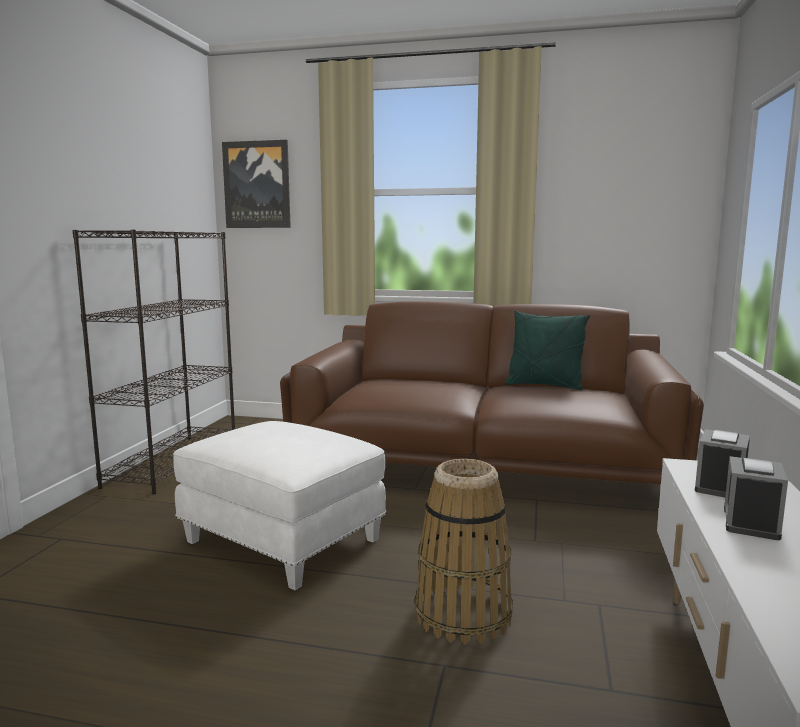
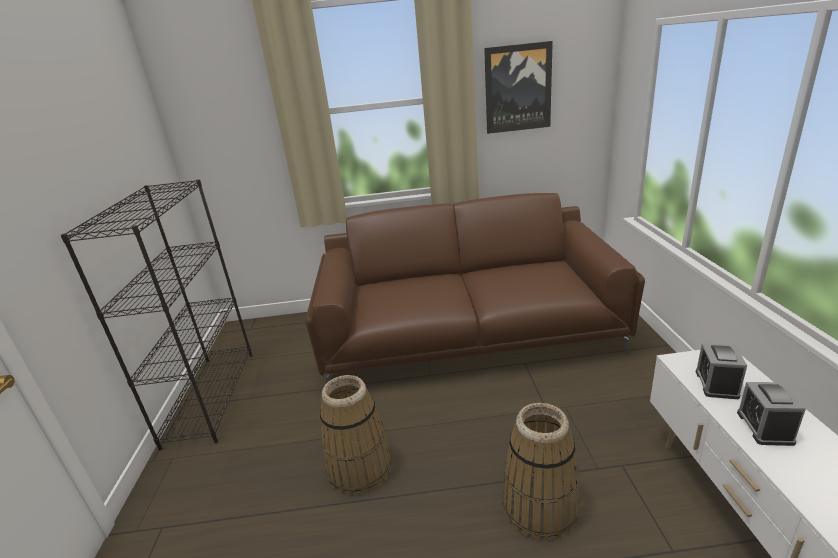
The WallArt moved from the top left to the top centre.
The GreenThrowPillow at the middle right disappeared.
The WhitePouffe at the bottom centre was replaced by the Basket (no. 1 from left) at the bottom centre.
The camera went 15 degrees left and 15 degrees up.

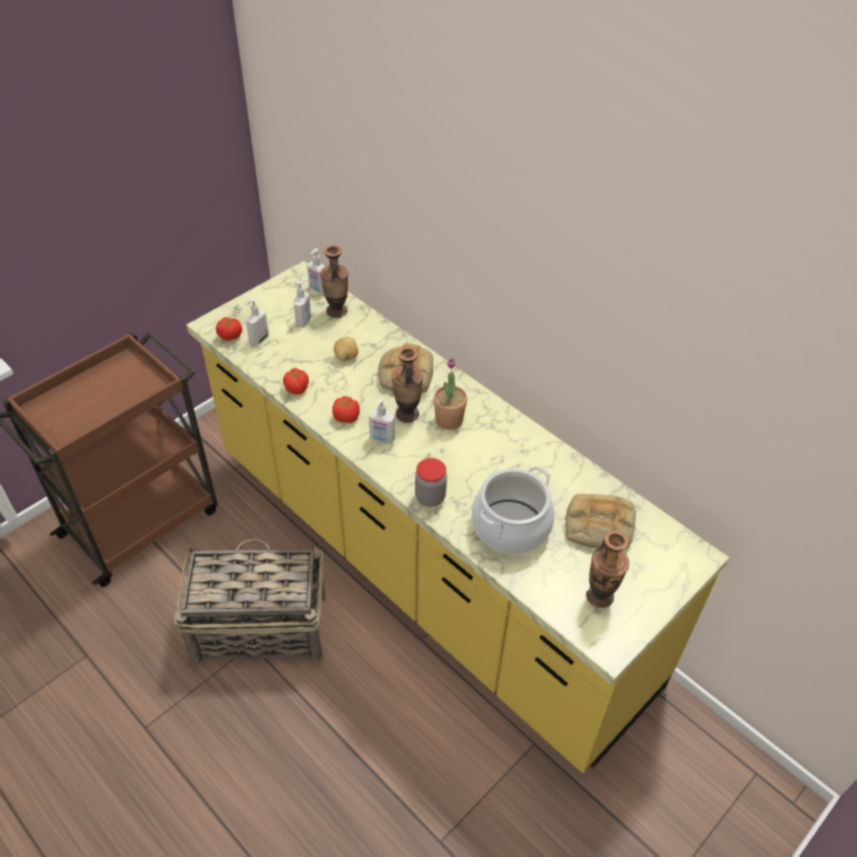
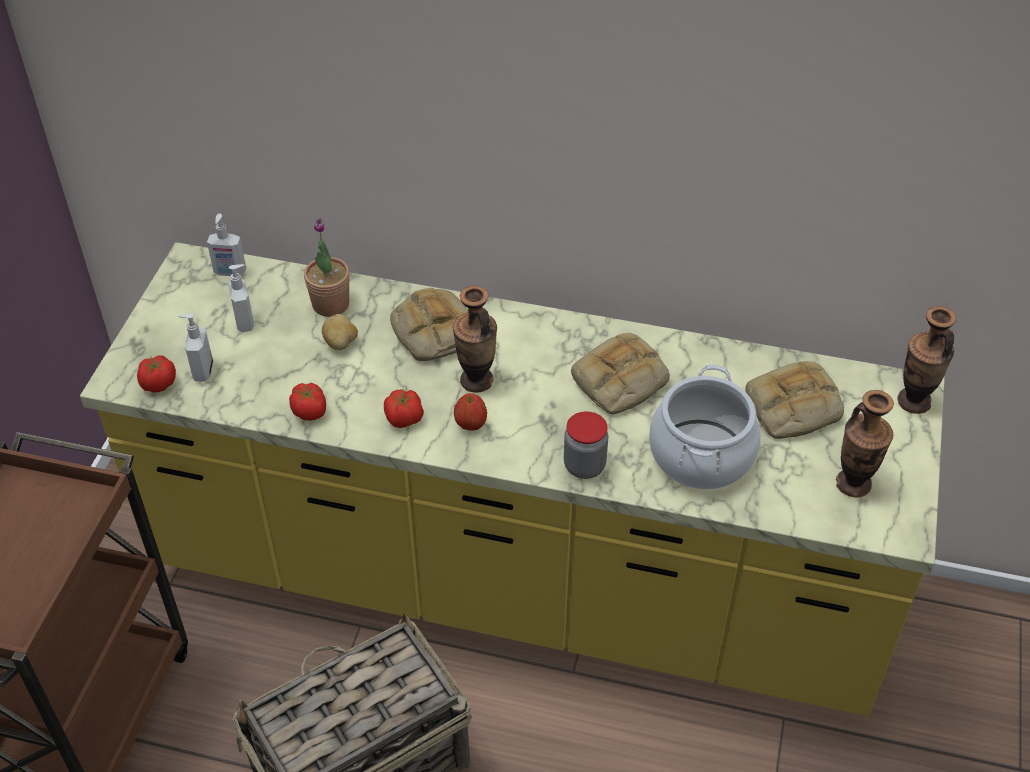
The DecorativeVase (no. 1 from left in the first image) moved from the top centre to the middle right.
The PottedPlant moved from the centre to the middle left.
The SoapBottle (no. 4 from left) at the centre was replaced by the WholeApple at the centre.
The BakedBread (no. 2 from left) at the centre appeared.
The camera went 30 degrees left and 0 degrees up.

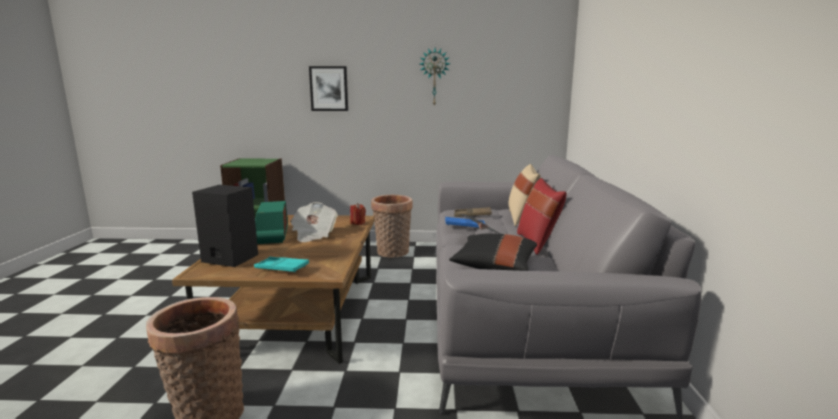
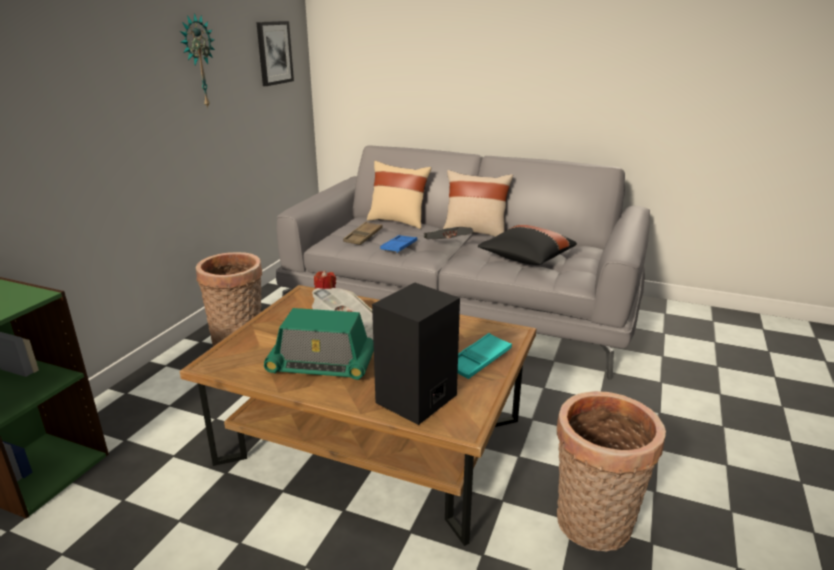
The WallArt moved from the top centre to the top left.
The RedThrowPillow at the centre became the BeigeThrowPillow (no. 2 from left) at the centre.
The camera went 70 degrees left and 10 degrees up.

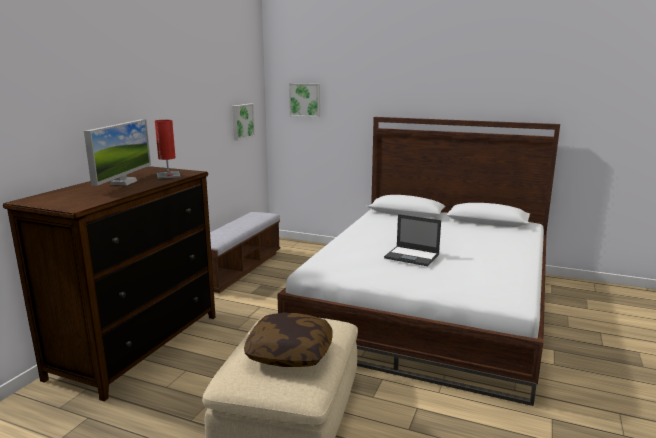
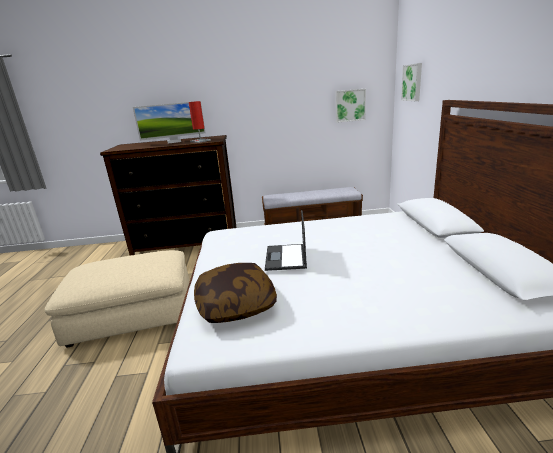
The ThrowPillow moved from the bottom centre to the centre.
The camera went 65 degrees right and 5 degrees up.

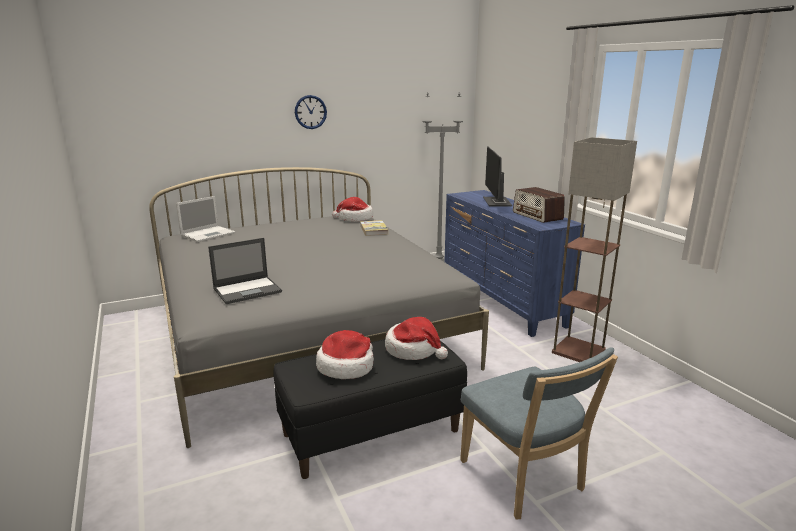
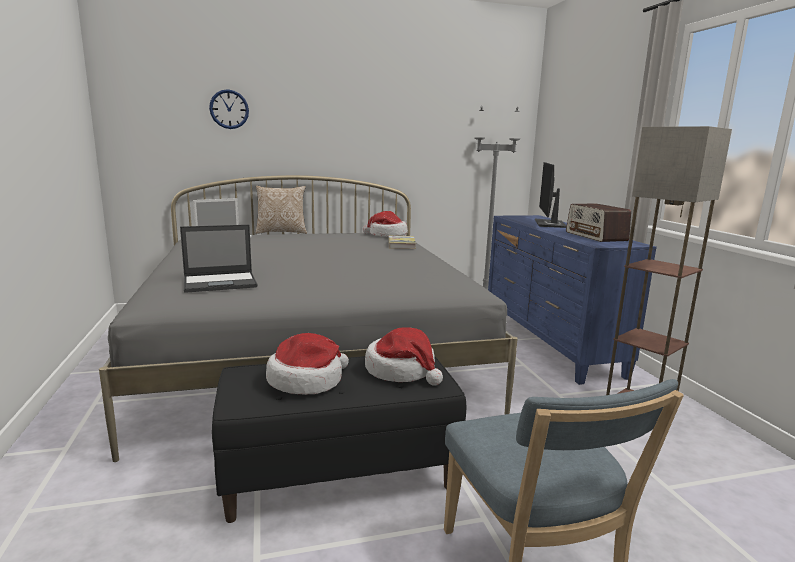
The ClockOnTheWall moved from the top centre to the top left.
The ThrowPillow at the centre appeared.
The camera went 10 degrees right and 5 degrees down.

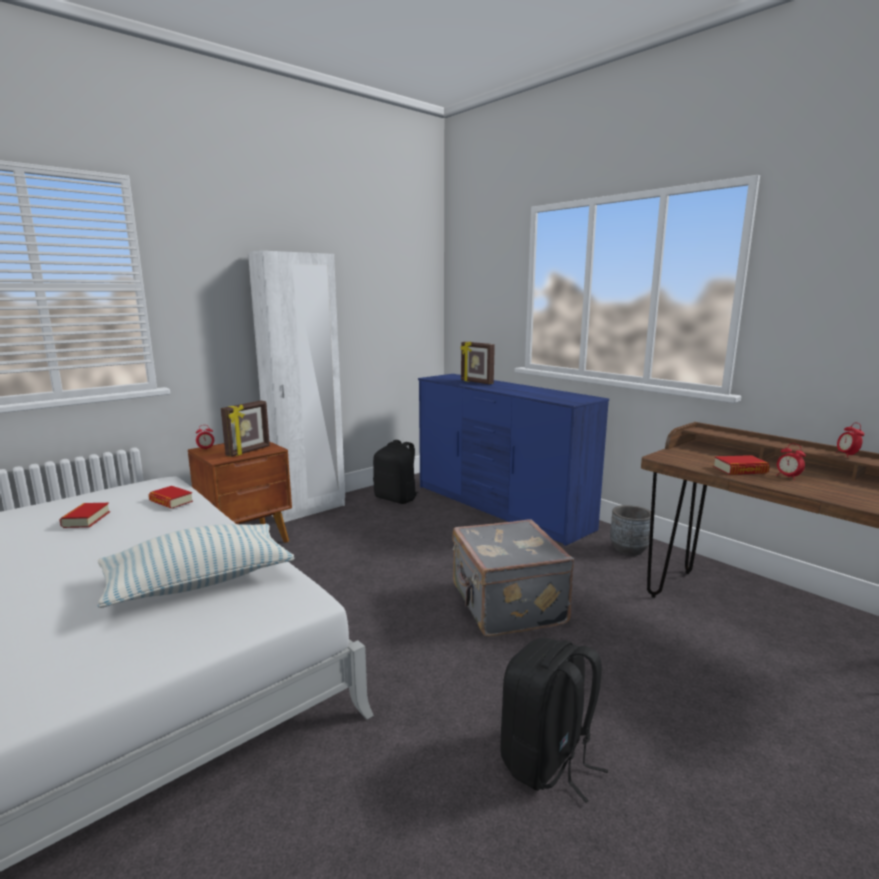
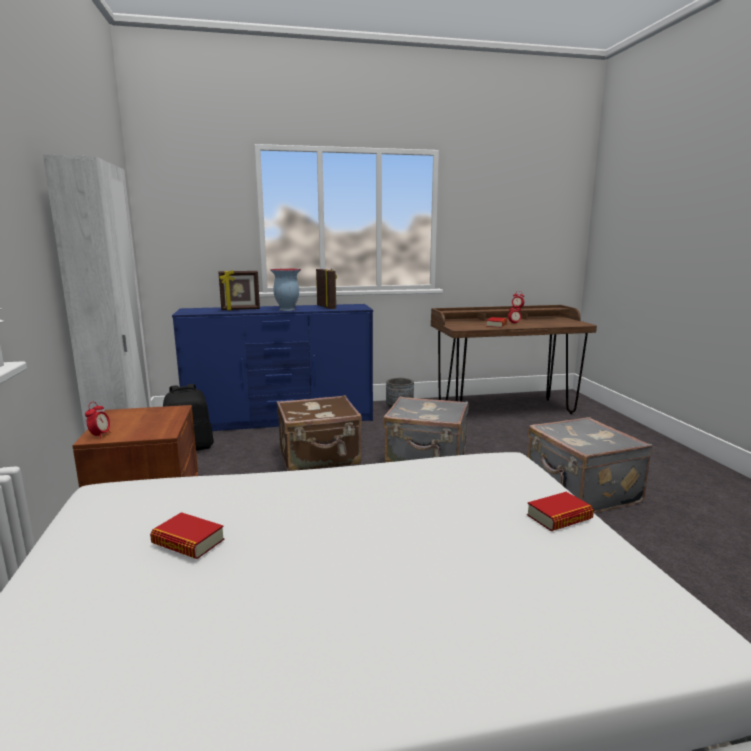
The StandingFrame (no. 1 from left in the first image) moved from the middle left to the centre.
The BoundBook (no. 2 from left in the first image) moved from the middle left to the bottom right.
The ThrowPillow at the middle left disappeared.
The BlackKnapsack (no. 2 from left) at the bottom centre was replaced by the GreySuitcase (no. 2 from left) at the middle right.
The DecorativeVase at the centre appeared.
The BrownishSuitcase at the centre appeared.
The camera went 60 degrees left and 0 degrees up.

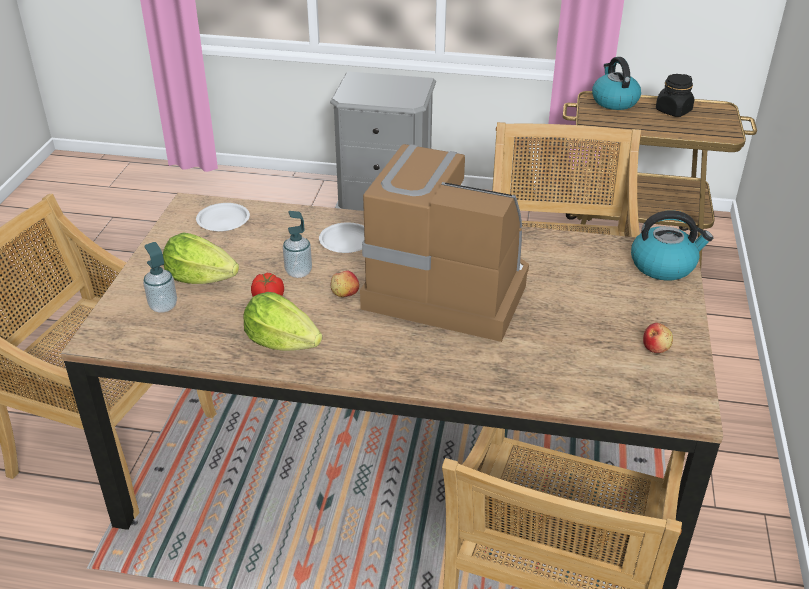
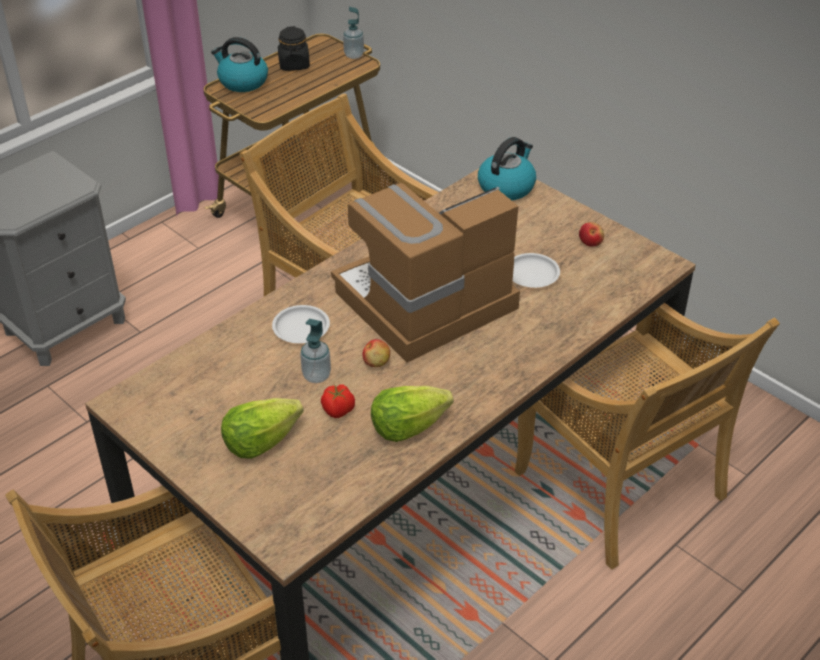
The WhiteDinnerPlate (no. 1 from left in the first image) moved from the middle left to the centre.
The SoapBottle (no. 1 from left in the first image) moved from the middle left to the top centre.
The camera went 55 degrees left and 5 degrees up.

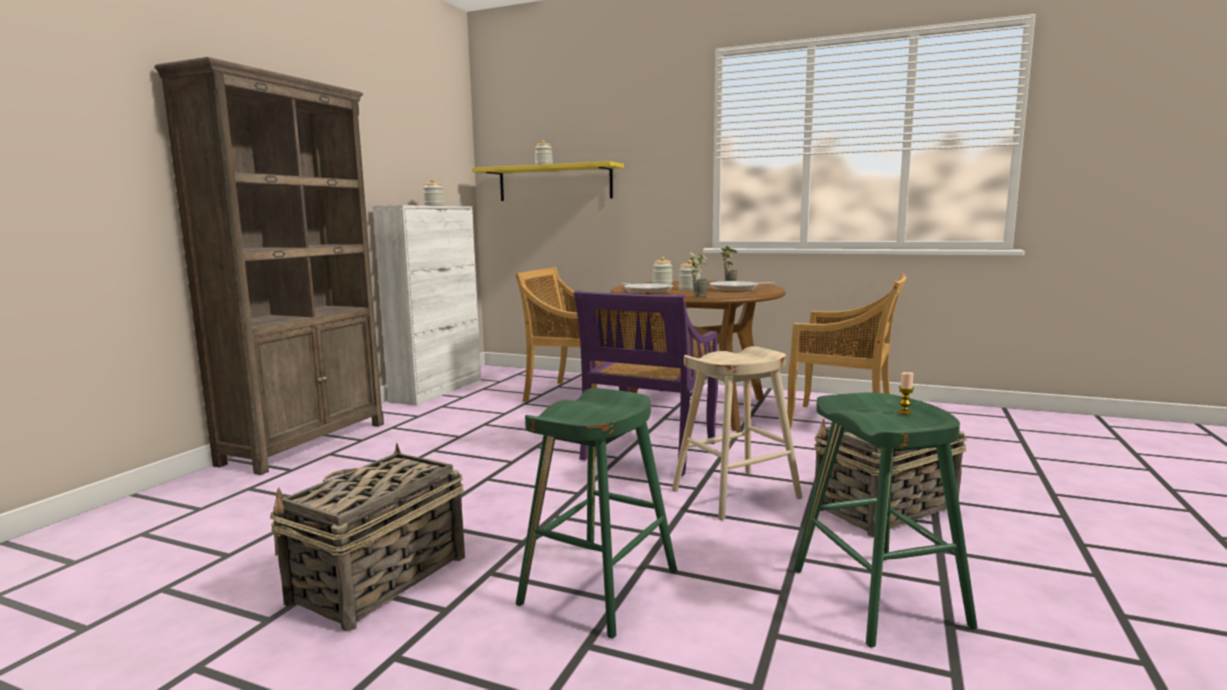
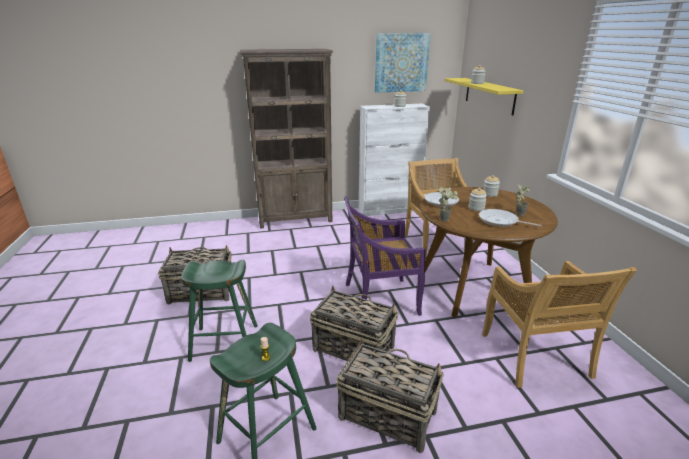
The BeigeStoolSeat at the centre was replaced by the Basket (no. 2 from left) at the bottom centre.
The WallArt at the top centre appeared.
The camera went 55 degrees right and 15 degrees up.

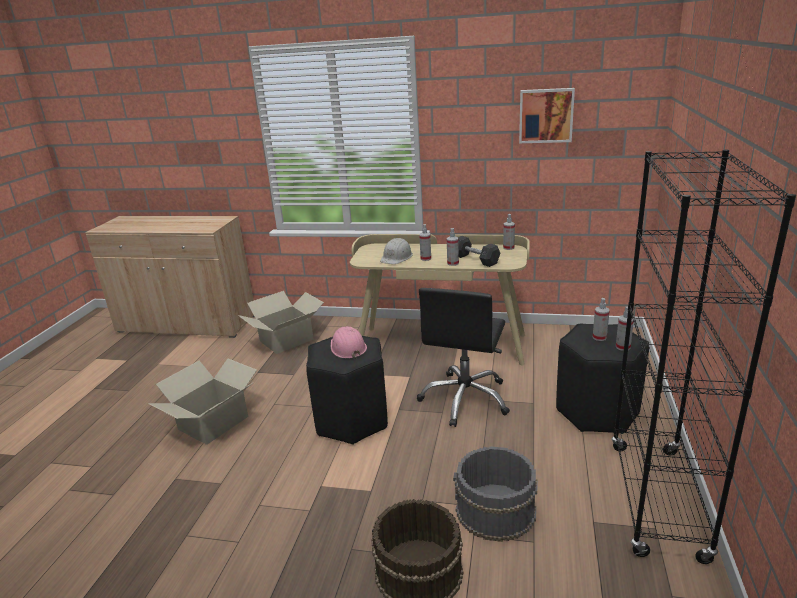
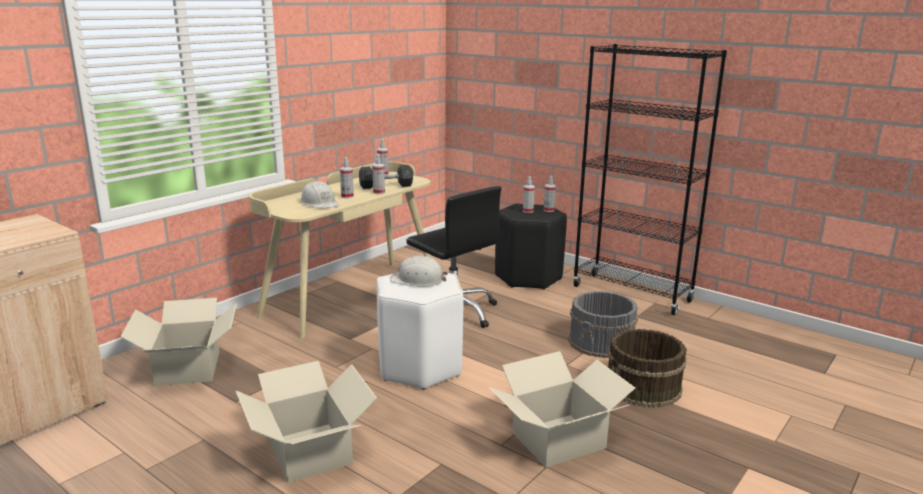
The WallArt at the top right disappeared.
The PinkColouredWorkHelmet at the centre became the WhiteWorkHelmet (no. 2 from left) at the centre.
The BlackStoolSeat (no. 1 from left) at the centre became the WhiteStoolSeat at the bottom centre.
The Carton (no. 3 from left) at the bottom centre appeared.
The camera went 65 degrees left and 5 degrees down.

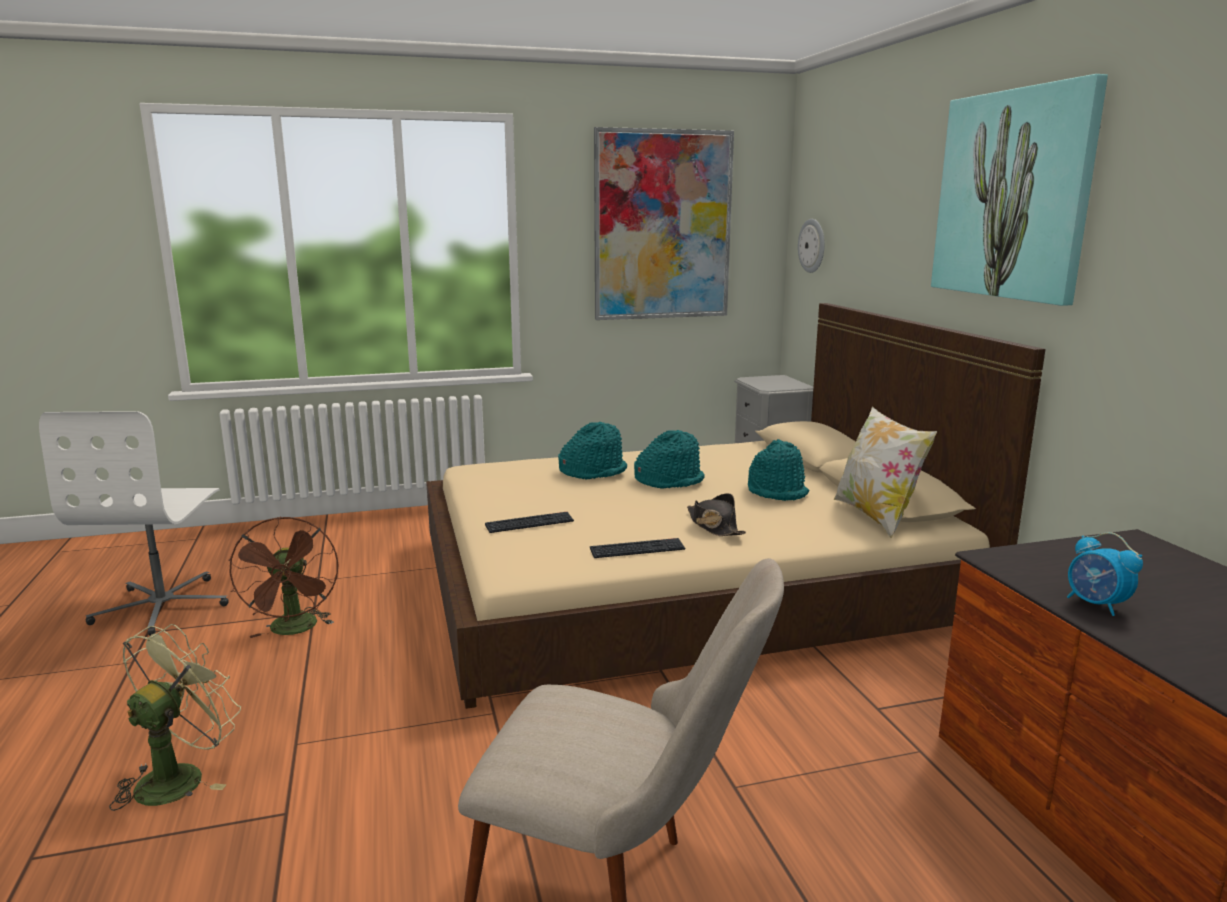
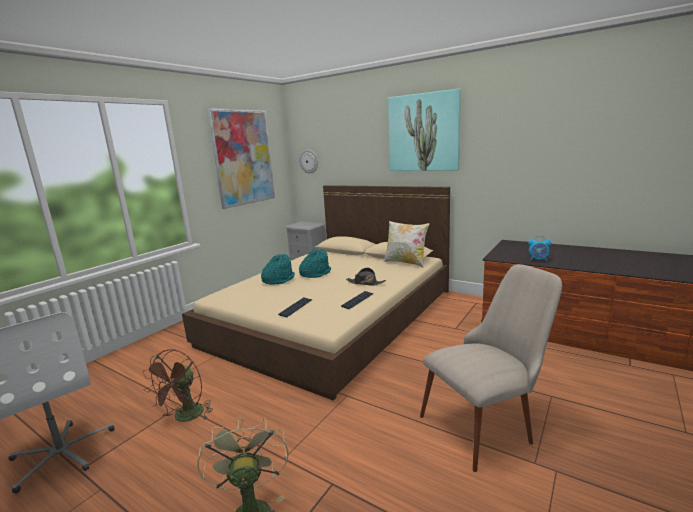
The TurquoiseColouredWearableHat (no. 3 from left) at the centre disappeared.
The BrownishFan at the middle left turned 75 degrees clockwise.
The camera went 40 degrees left and 0 degrees up.

